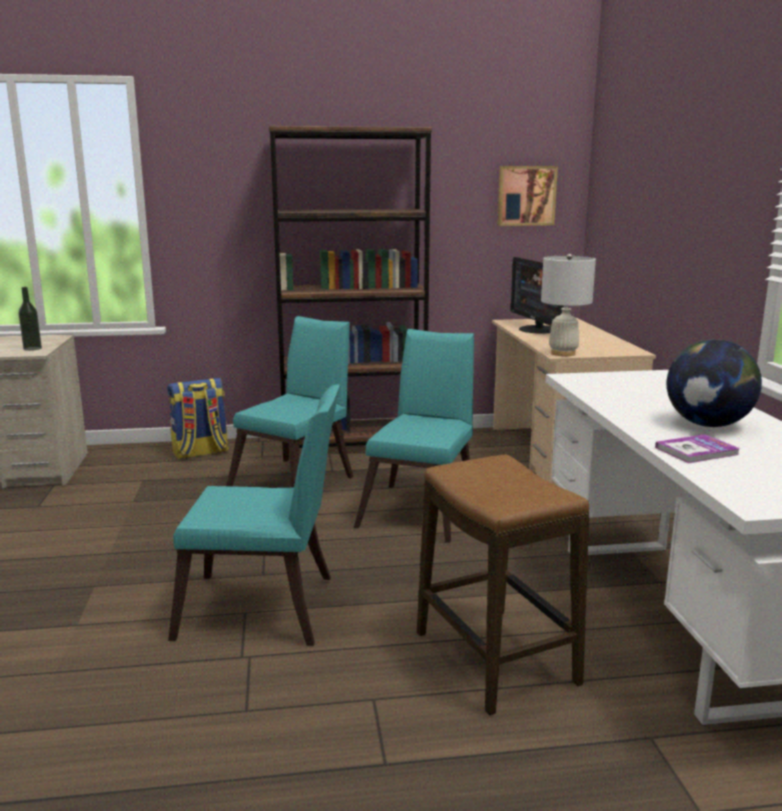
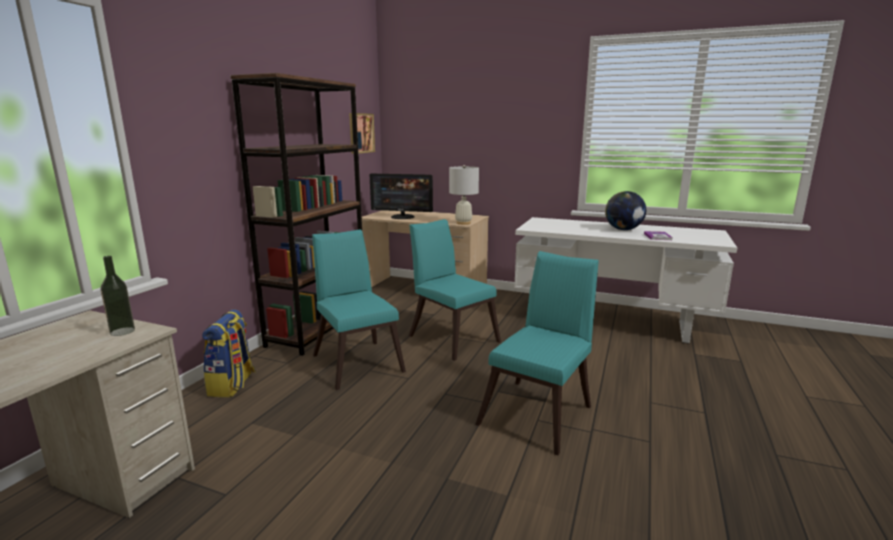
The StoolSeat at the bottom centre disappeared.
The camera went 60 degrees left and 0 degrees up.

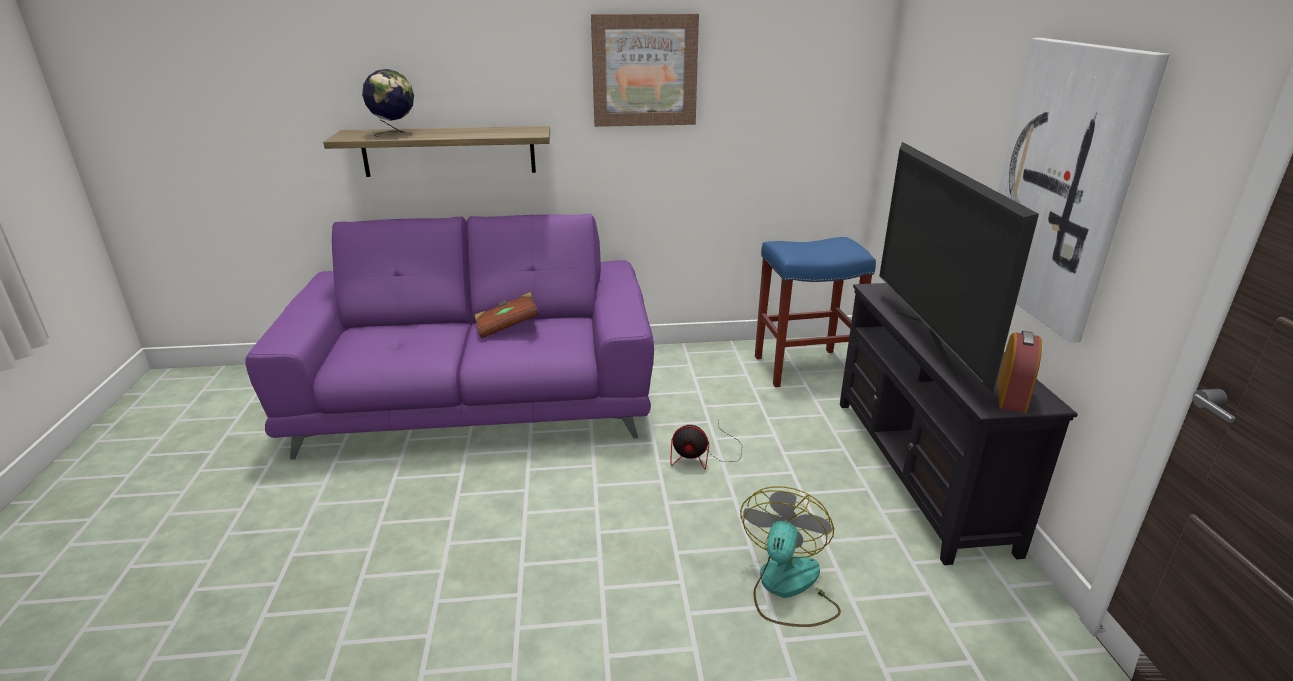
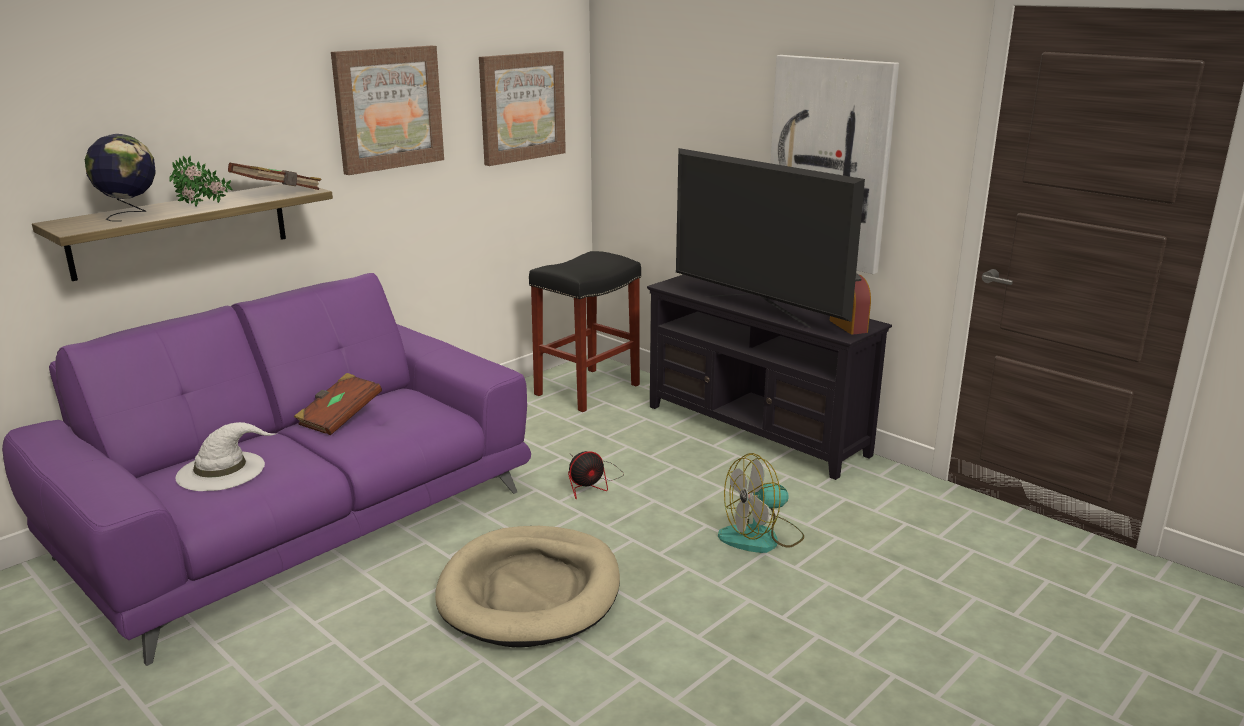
The BlueStoolSeat at the centre became the BlackStoolSeat at the centre.
The Fan (no. 2 from left) at the bottom centre turned 90 degrees counterclockwise.
The WallArt (no. 2 from left) at the top centre appeared.
The PottedPlant at the top left appeared.
The BrownishBoundBook (no. 1 from left) at the top left appeared.
The WhiteWearableHat at the middle left appeared.
The BeigePetBed at the bottom centre appeared.
The camera went 40 degrees left and 5 degrees down.

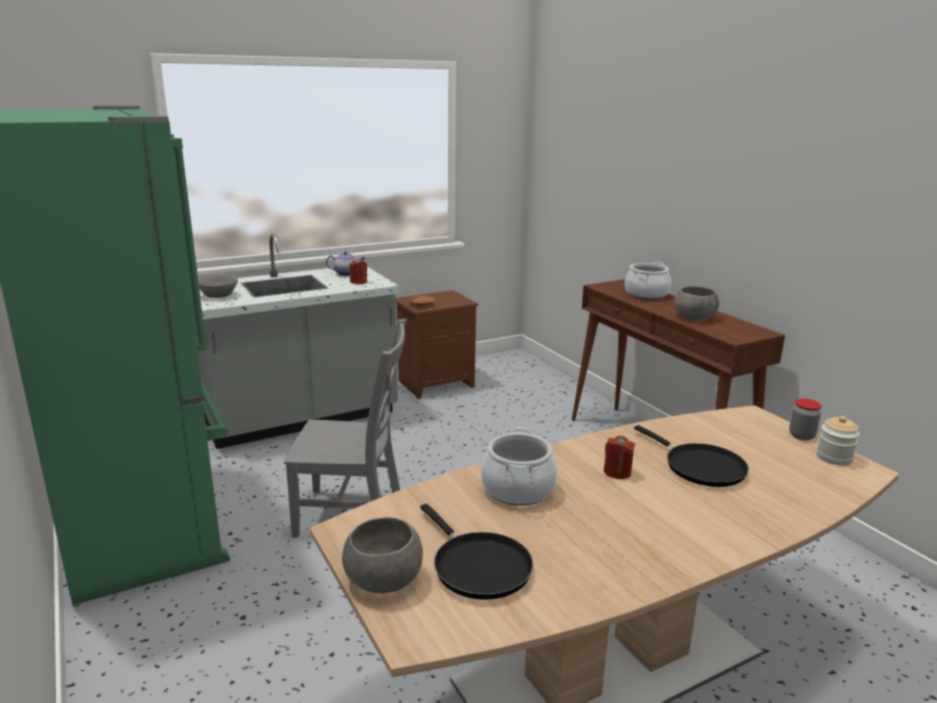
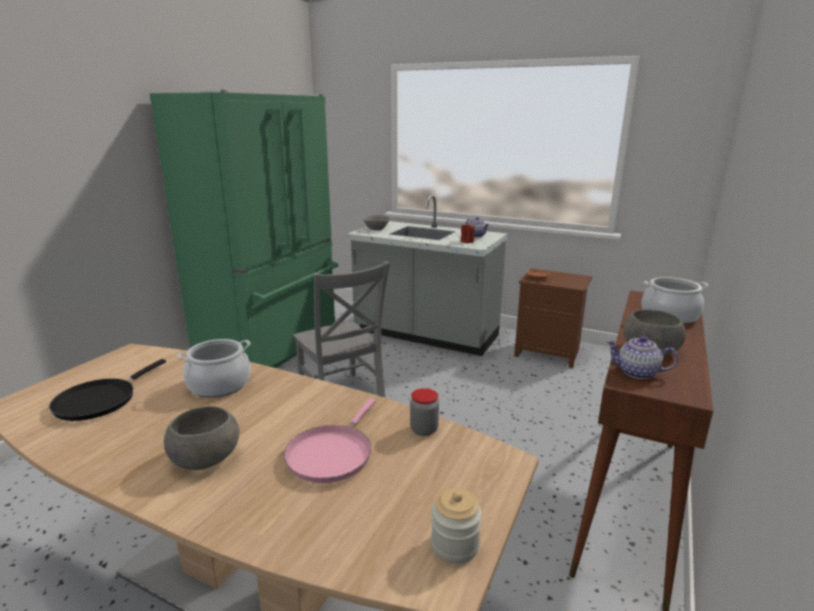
The Jar (no. 1 from left) moved from the middle right to the bottom centre.
The BlackFryingPan (no. 2 from left) at the middle right became the PinkColouredFryingPan at the bottom centre.
The RedCandle (no. 2 from left) at the centre disappeared.
The GreyBowl (no. 2 from left in the first image) moved from the bottom centre to the bottom left.
The TeaPot (no. 2 from left) at the middle right appeared.
The camera went 55 degrees right and 0 degrees up.

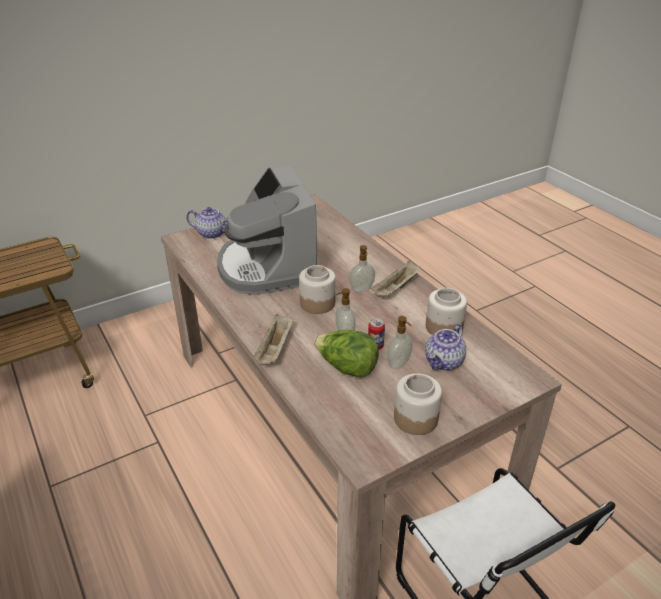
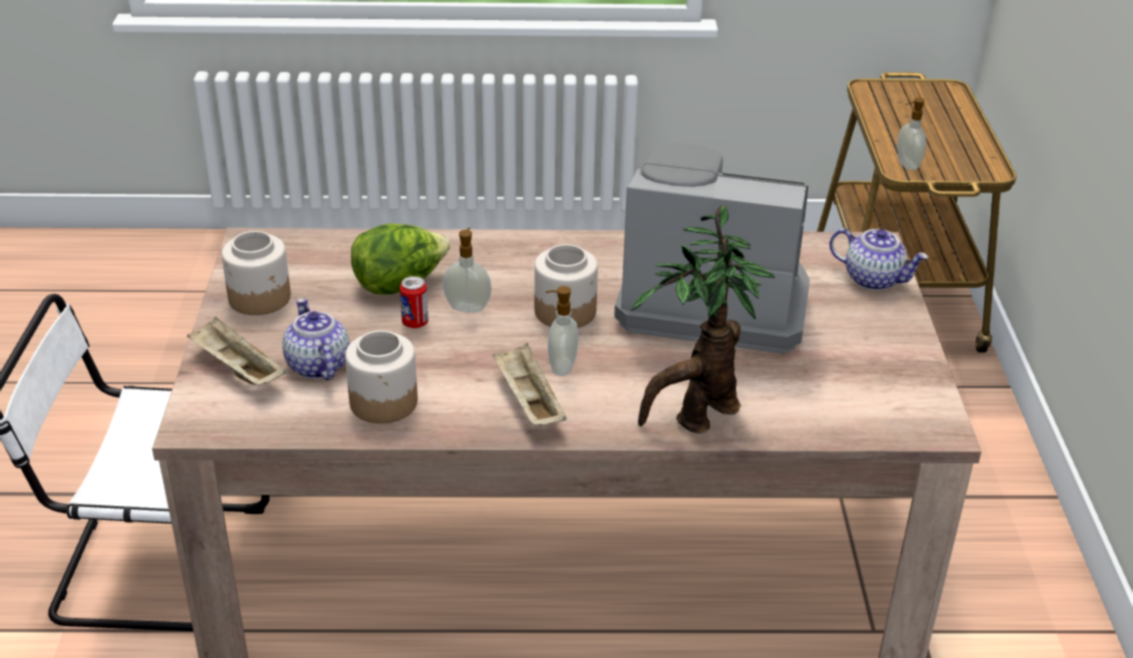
The TeaPot (no. 1 from left in the first image) at the middle left turned 105 degrees counterclockwise.
The BeigeCarryingTray (no. 1 from left) moved from the centre to the middle left.
The SoapBottle (no. 3 from left) moved from the centre to the top right.
The PottedPlant at the centre appeared.
The camera went 120 degrees right and 0 degrees up.

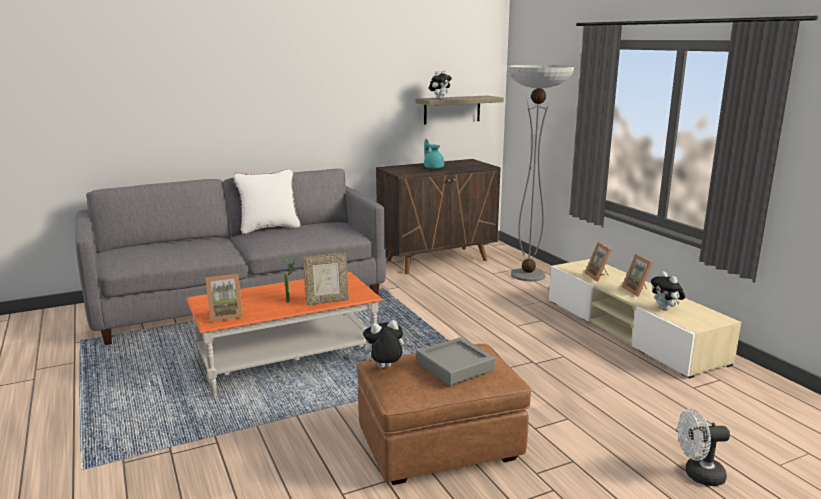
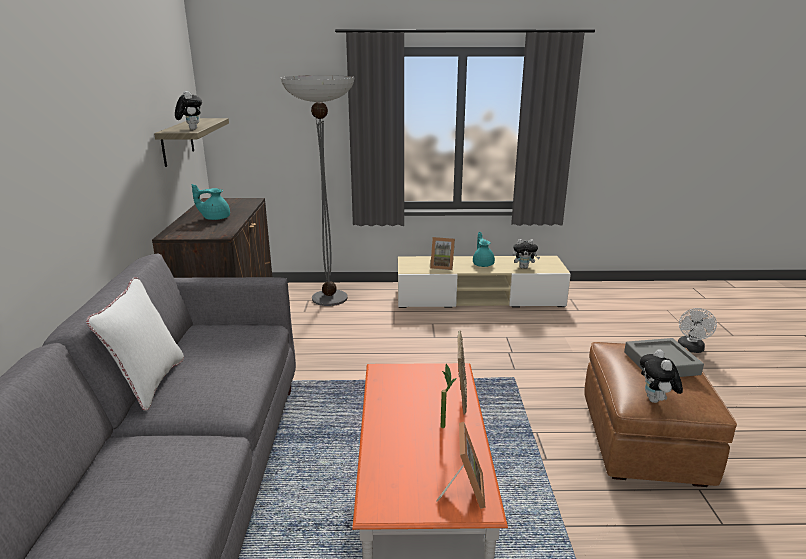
The StandingFrame (no. 4 from left) at the middle right was replaced by the TurquoiseColouredTeaPot (no. 2 from left) at the centre.
The camera went 65 degrees left and 5 degrees up.

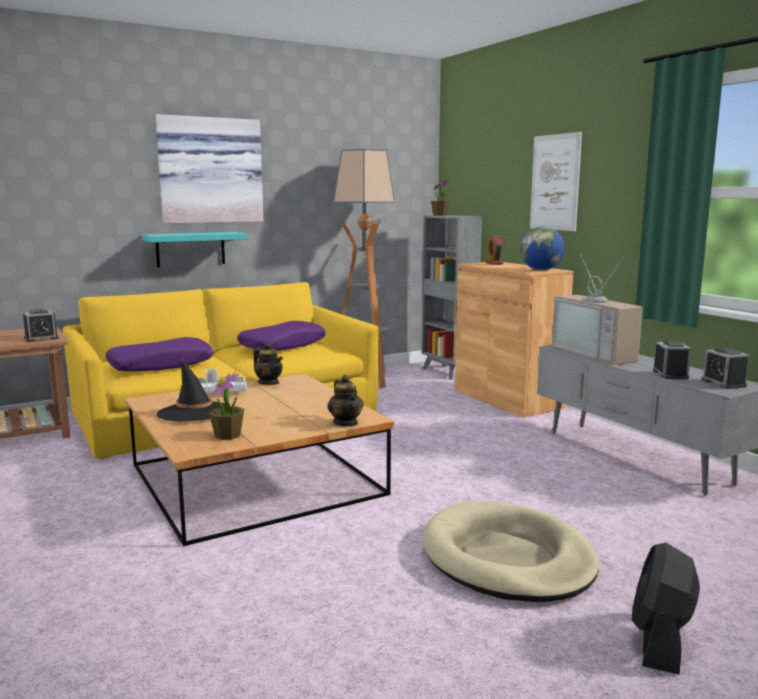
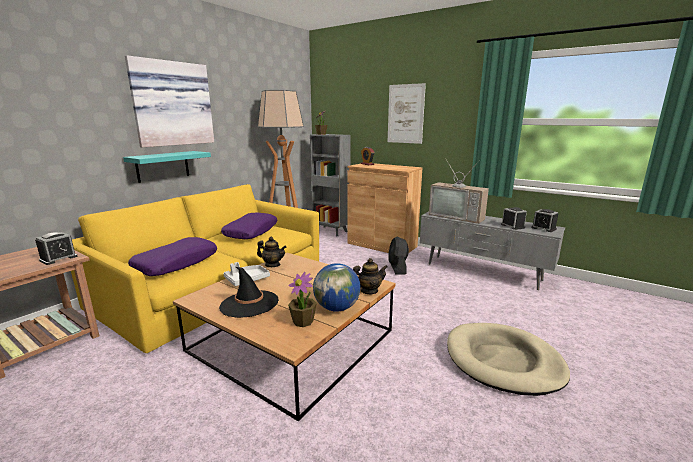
The Globe moved from the middle right to the centre.
The TeaPot (no. 2 from left) at the centre turned 60 degrees counterclockwise.
The BlackFan moved from the bottom right to the centre.
The camera went 25 degrees left and 5 degrees up.

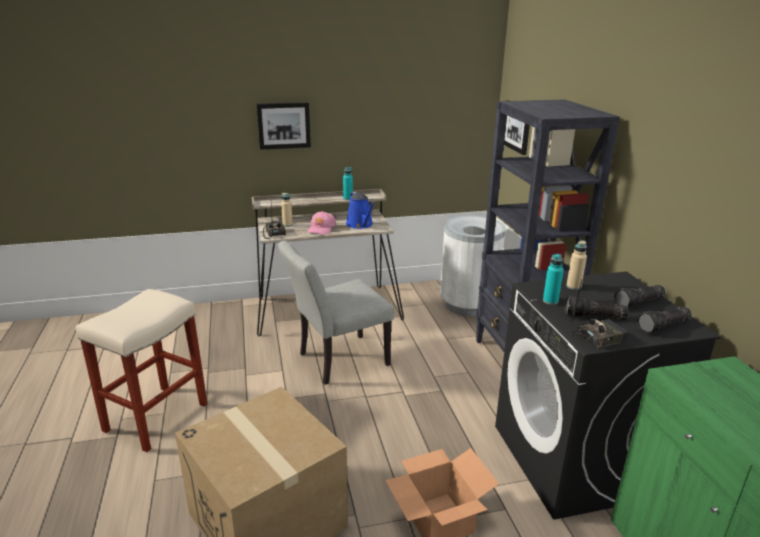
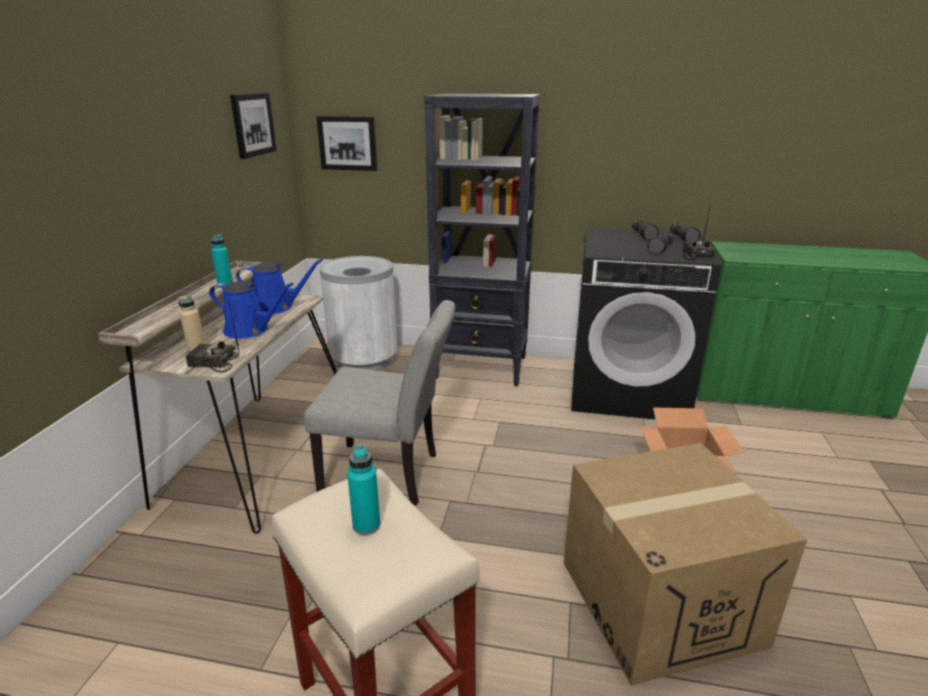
The WallArt (no. 1 from left) moved from the top centre to the top left.
The PinkColouredBaseballCap at the centre was replaced by the BlueSprinklingCan (no. 1 from left) at the middle left.
The BeigeBottle (no. 2 from left) at the middle right disappeared.
The GreyPlainChair at the centre turned 75 degrees counterclockwise.
The TurquoiseColouredBottle (no. 2 from left) moved from the middle right to the bottom centre.
The camera went 65 degrees left and 0 degrees up.

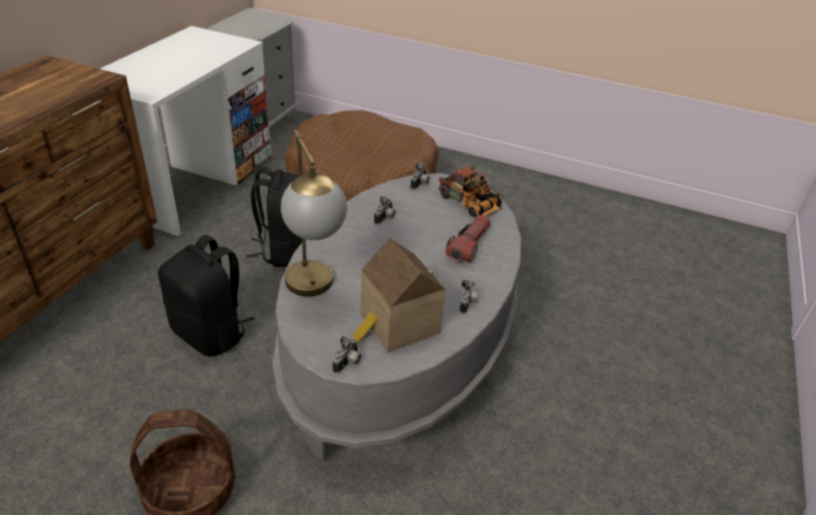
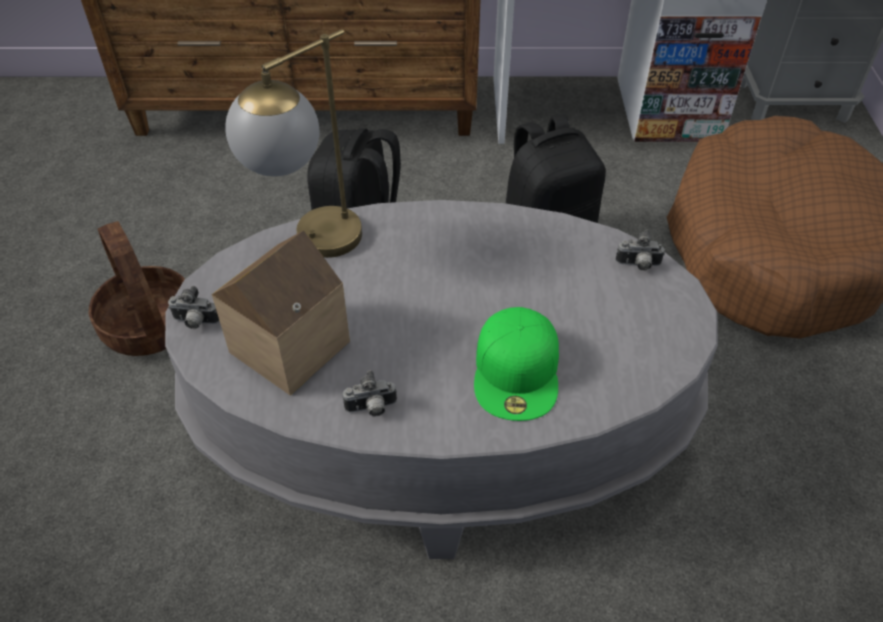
The ModelTruck at the centre disappeared.
The PhotoCamera (no. 2 from left) at the centre disappeared.
The HandTorch at the centre was replaced by the GreenBaseballCap at the centre.
The camera went 70 degrees right and 10 degrees up.

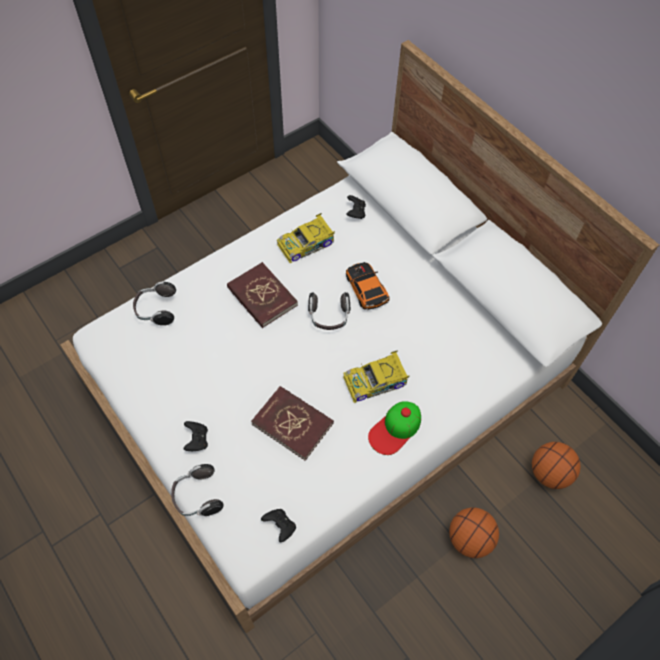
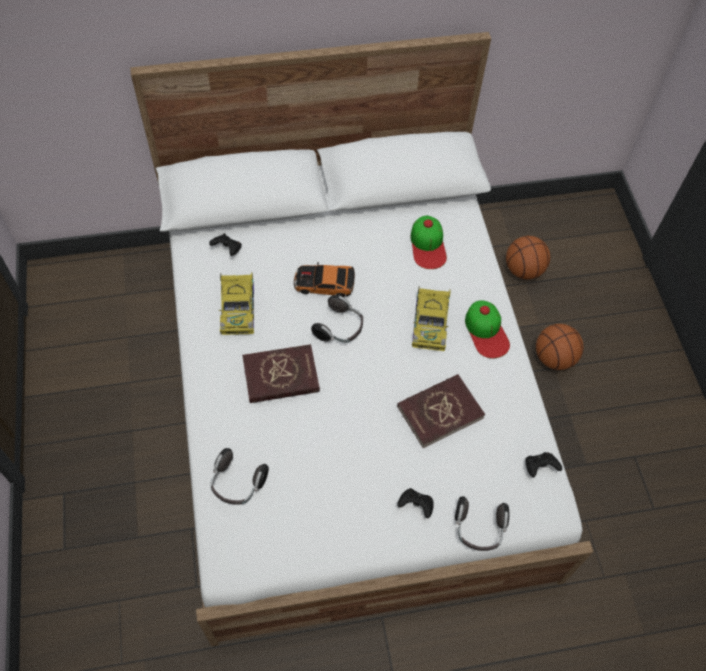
The BaseballCap (no. 1 from left) at the centre appeared.
The camera went 65 degrees left and 0 degrees up.

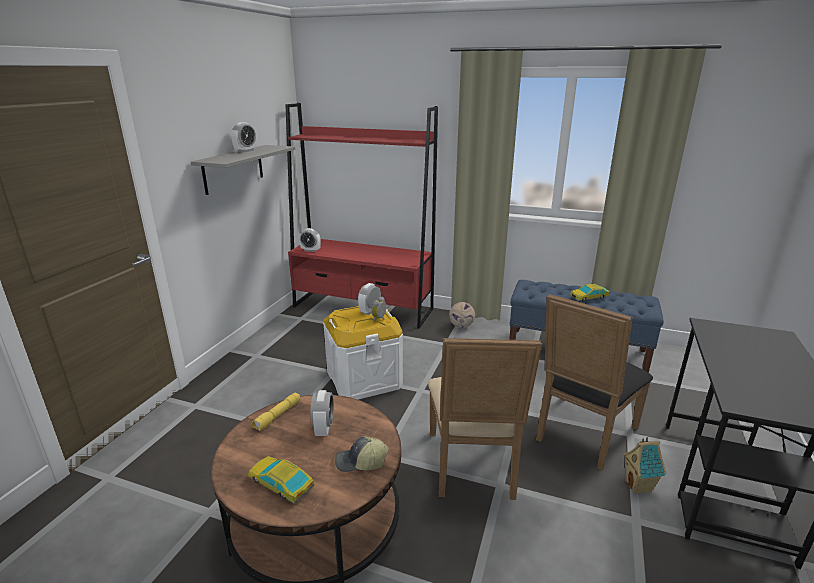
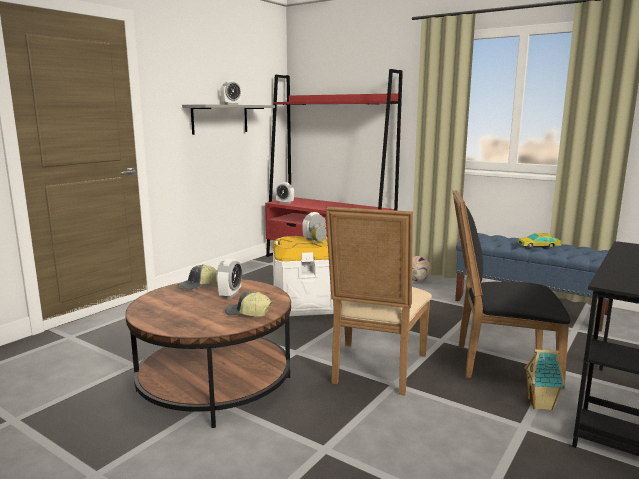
The BlackPlainChair at the middle right turned 45 degrees clockwise.
The YellowHandTorch at the bottom centre was replaced by the BaseballCap (no. 1 from left) at the middle left.
The ToyCar (no. 1 from left) at the bottom centre disappeared.
The camera went 15 degrees right and 10 degrees down.

